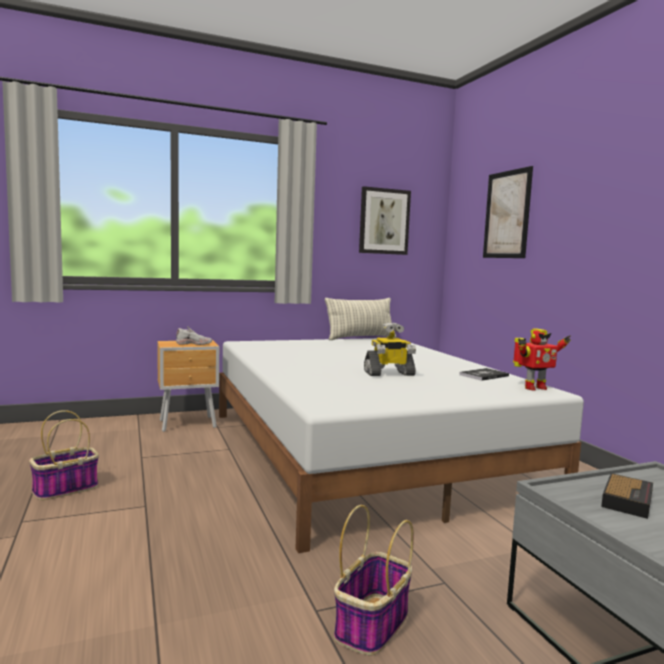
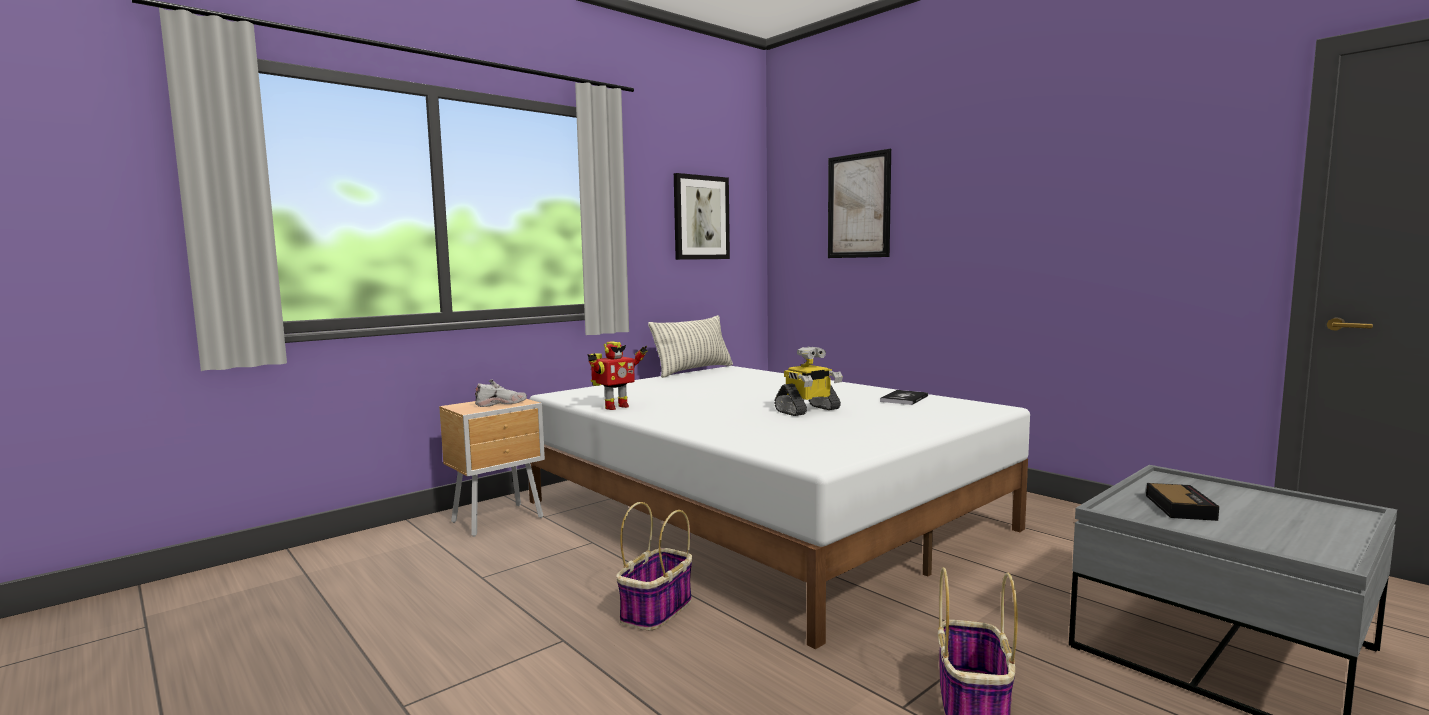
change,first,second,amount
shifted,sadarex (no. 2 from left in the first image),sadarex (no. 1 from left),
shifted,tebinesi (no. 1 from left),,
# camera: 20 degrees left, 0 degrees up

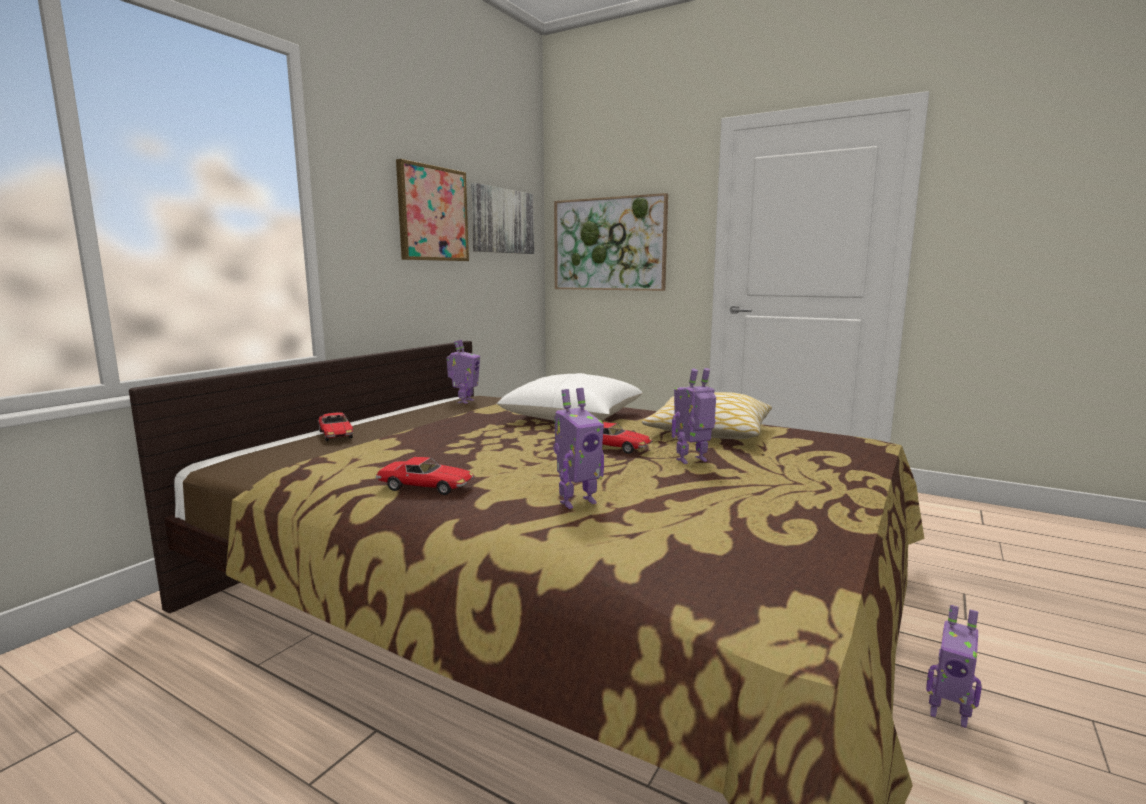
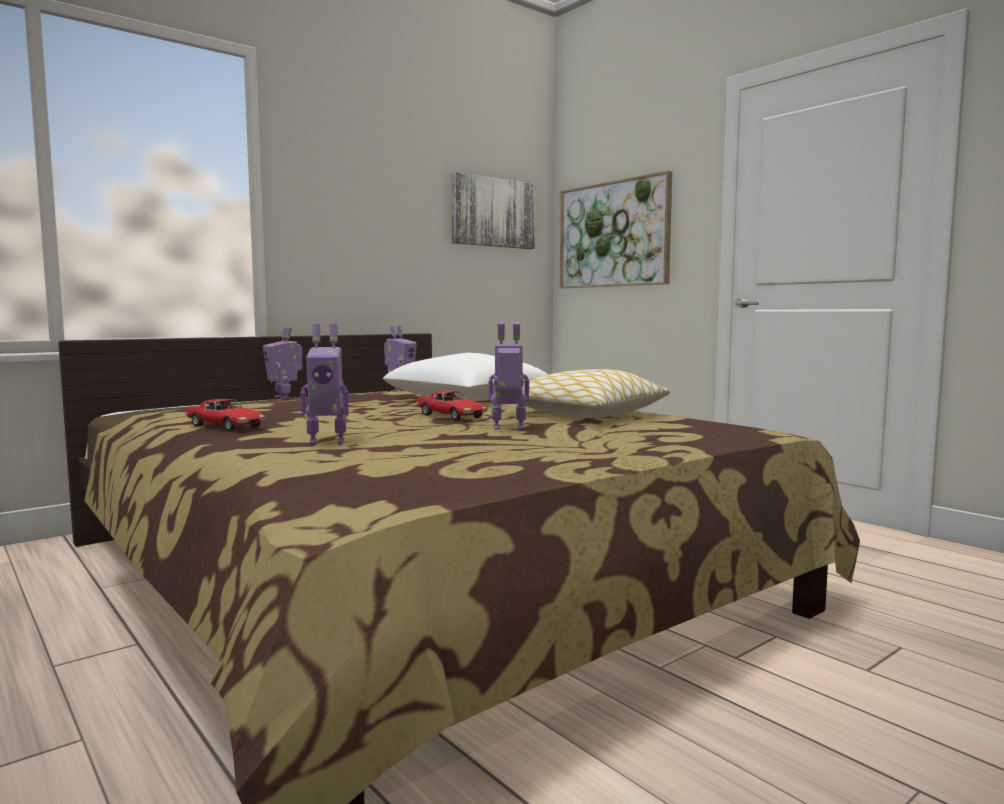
change,first,second,amount
shifted,sadarex (no. 4 from left in the first image),sadarex (no. 1 from left),
gone,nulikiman (no. 1 from left),,
gone,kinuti (no. 1 from left),,
# camera: 20 degrees right, 5 degrees down

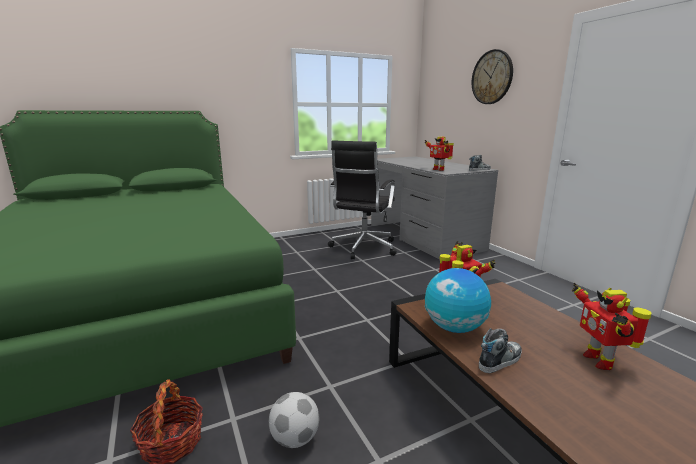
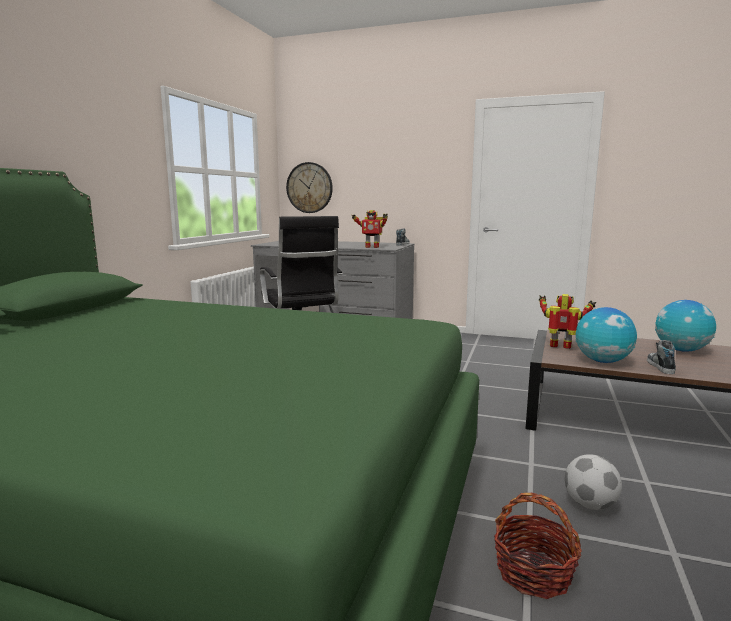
change,first,second,amount
shifted,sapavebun,,
swapped,sadarex (no. 3 from left),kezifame (no. 2 from left),
# camera: 45 degrees left, 5 degrees down

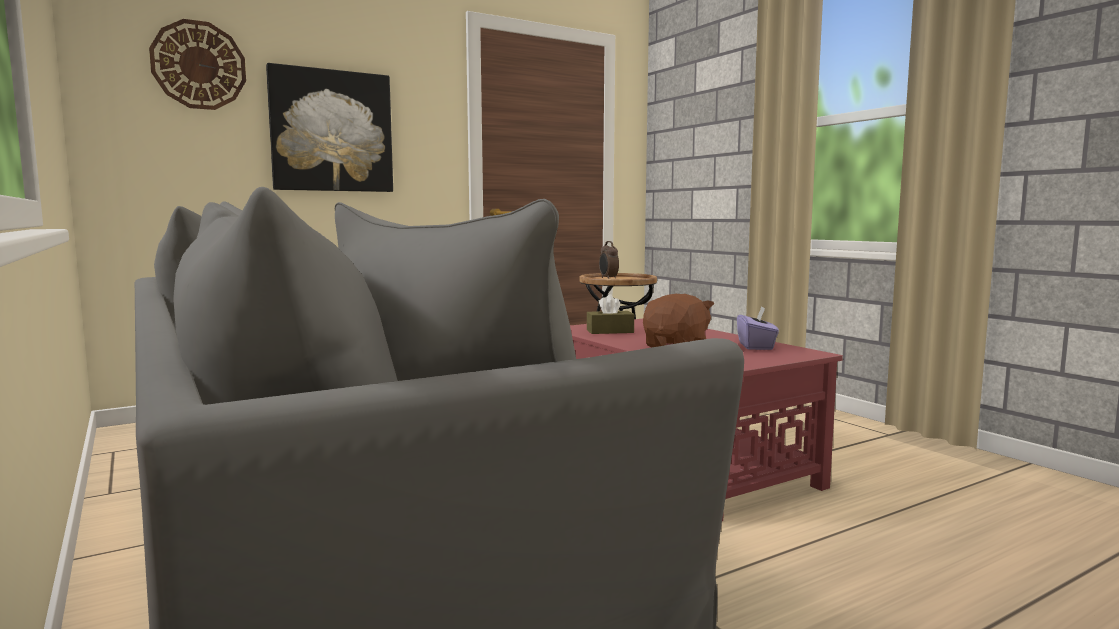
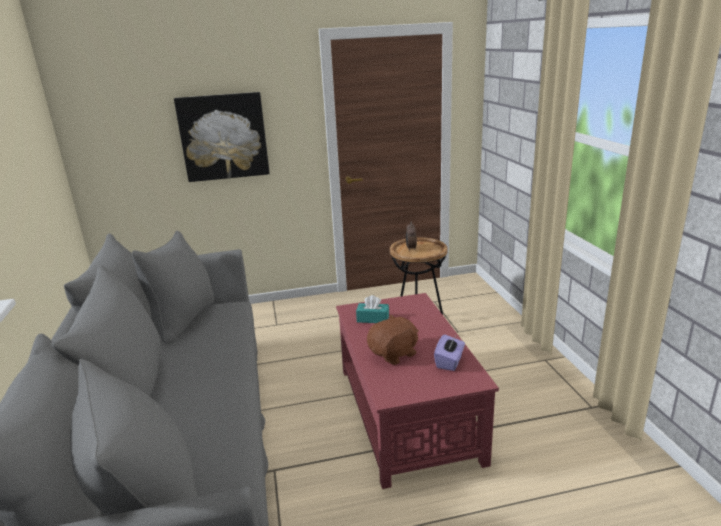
change,first,second,amount
repainted,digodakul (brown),digodakul (turquoise),
gone,sapavebun,,
# camera: 20 degrees right, 15 degrees up

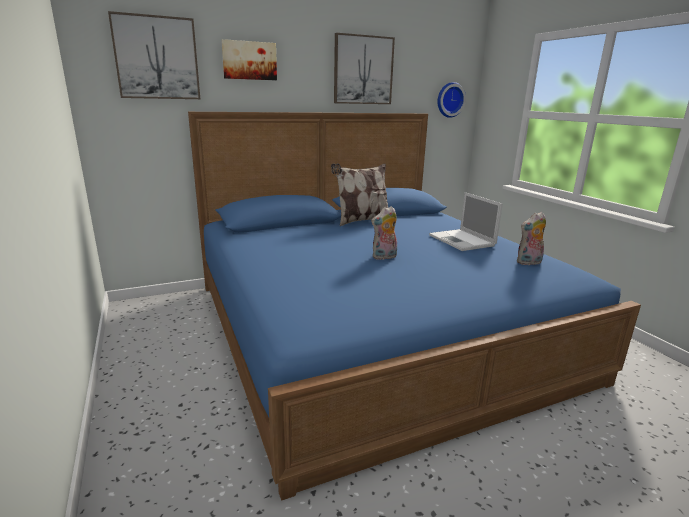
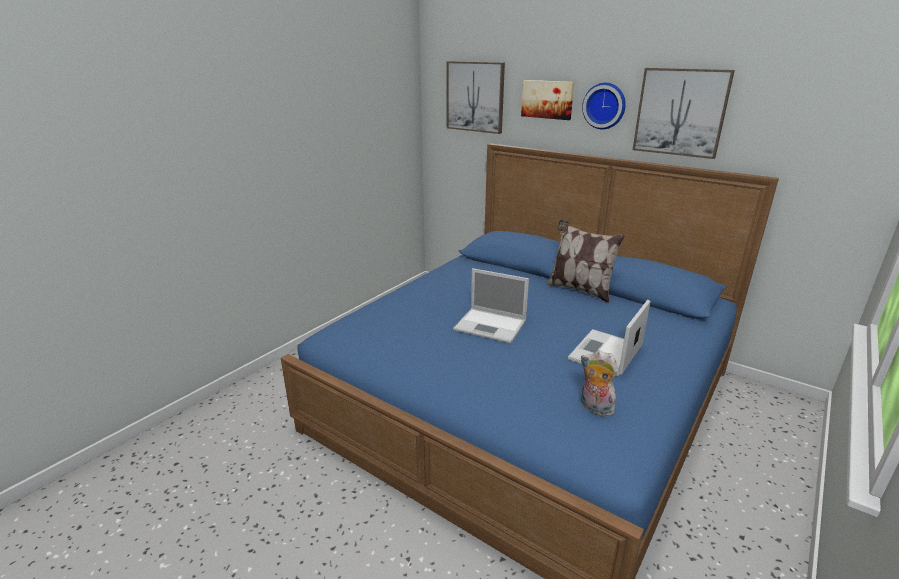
change,first,second,amount
swapped,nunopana (no. 1 from left),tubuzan (no. 1 from left),
shifted,sapavebun,,
# camera: 60 degrees right, 5 degrees up

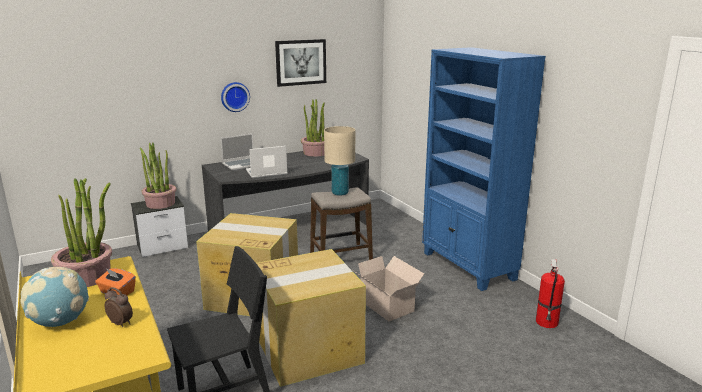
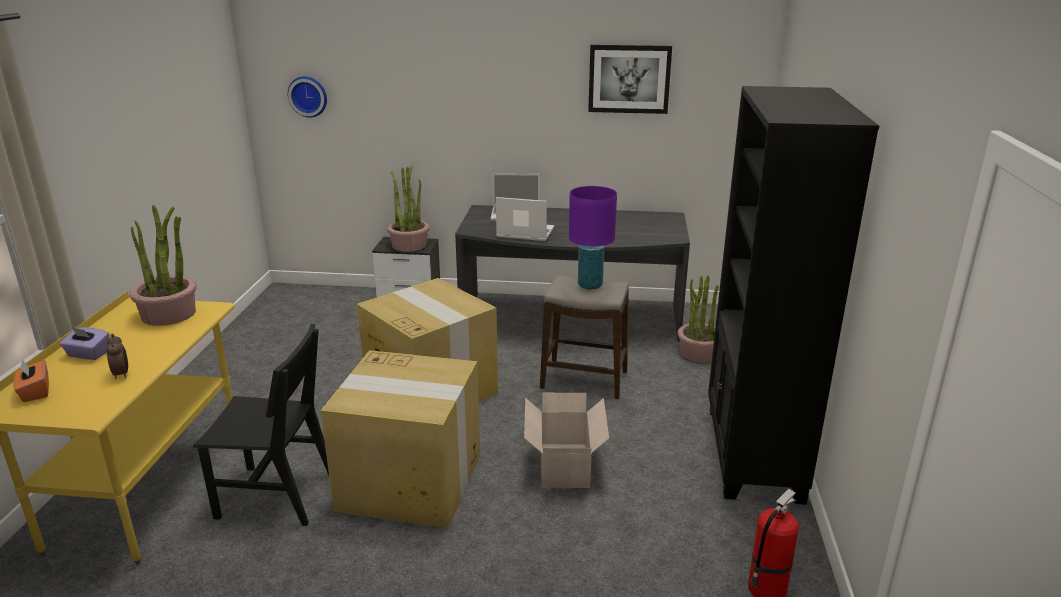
change,first,second,amount
shifted,digodakul (orange),,
swapped,kezifame,digodakul (purple),
shifted,sapavebun,,
repainted,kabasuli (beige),kabasuli (purple),
shifted,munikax (no. 3 from left),,
repainted,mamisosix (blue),mamisosix (black),
# camera: 35 degrees right, 5 degrees up

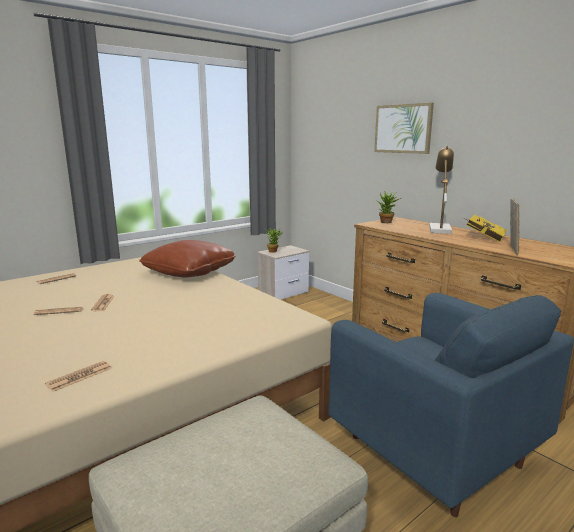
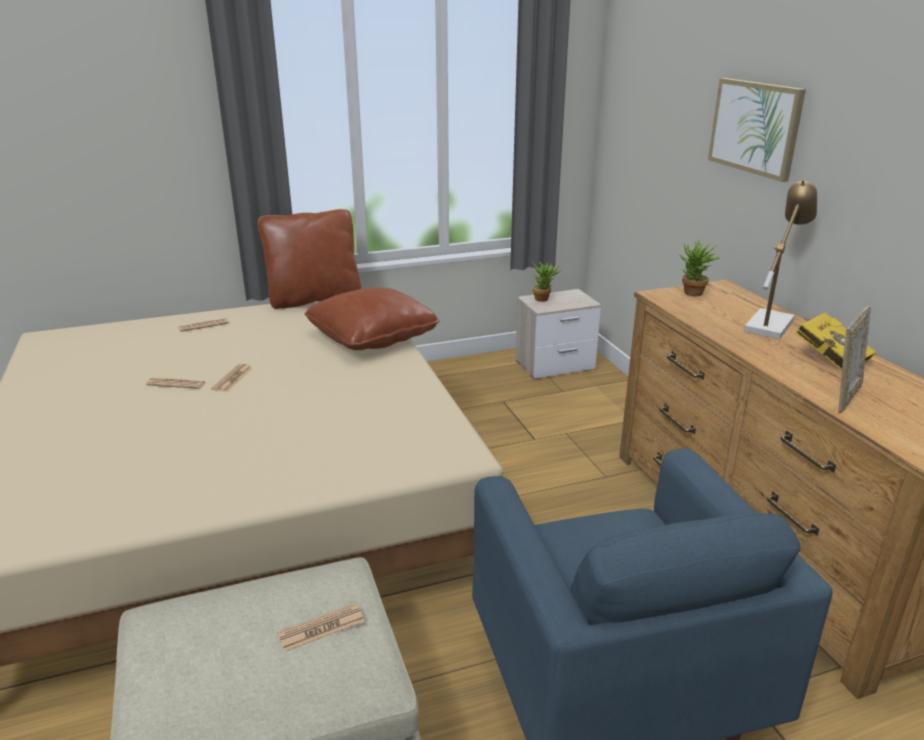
change,first,second,amount
new,,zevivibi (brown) (no. 1 from left),
shifted,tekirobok (no. 3 from left in the first image),tekirobok (no. 4 from left),
# camera: 20 degrees right, 10 degrees up

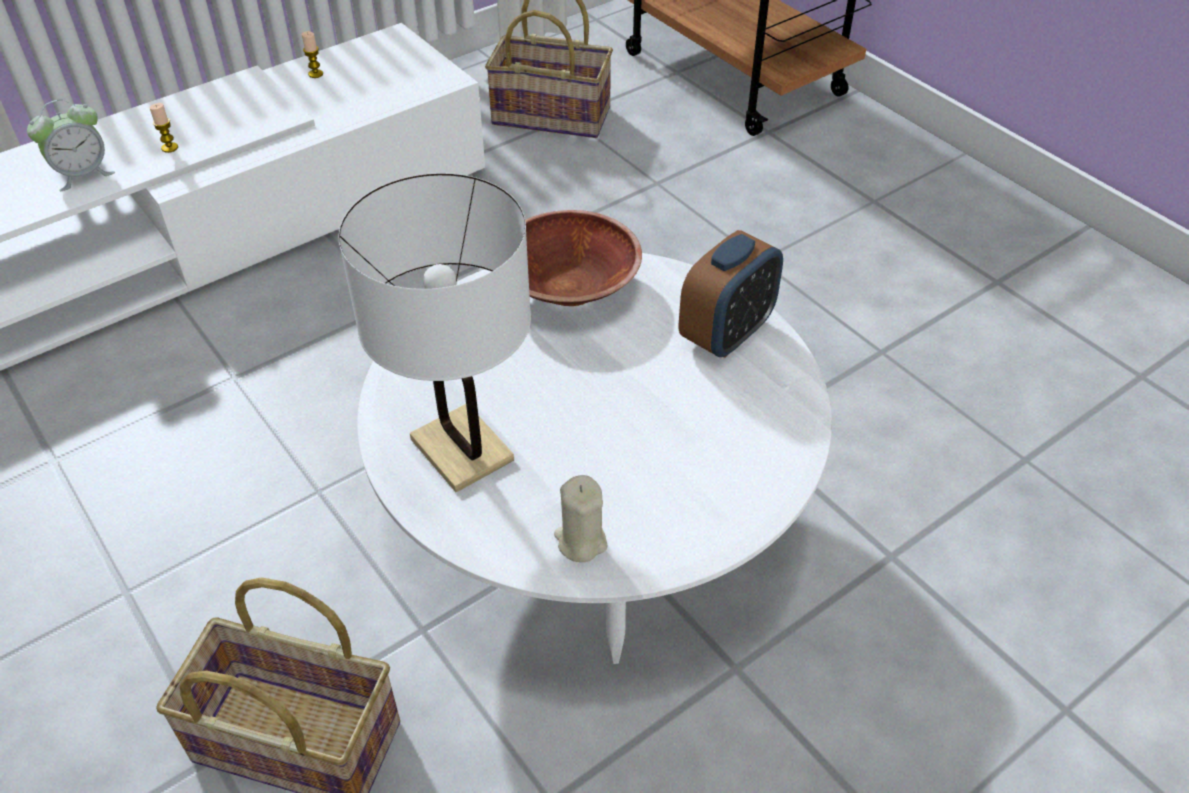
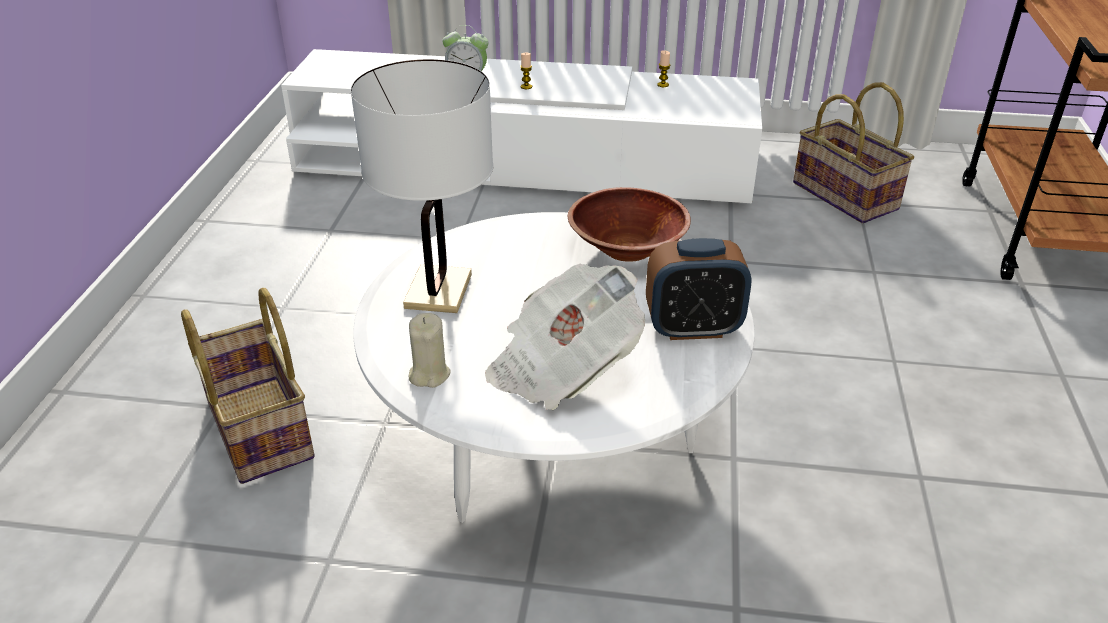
change,first,second,amount
new,,tekirobok,
# camera: 45 degrees right, 10 degrees down

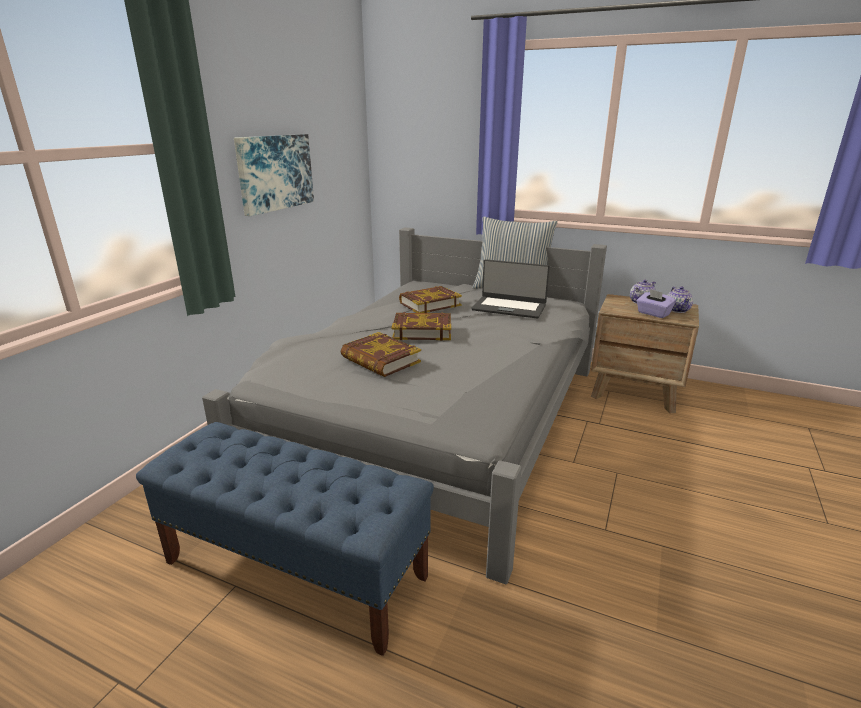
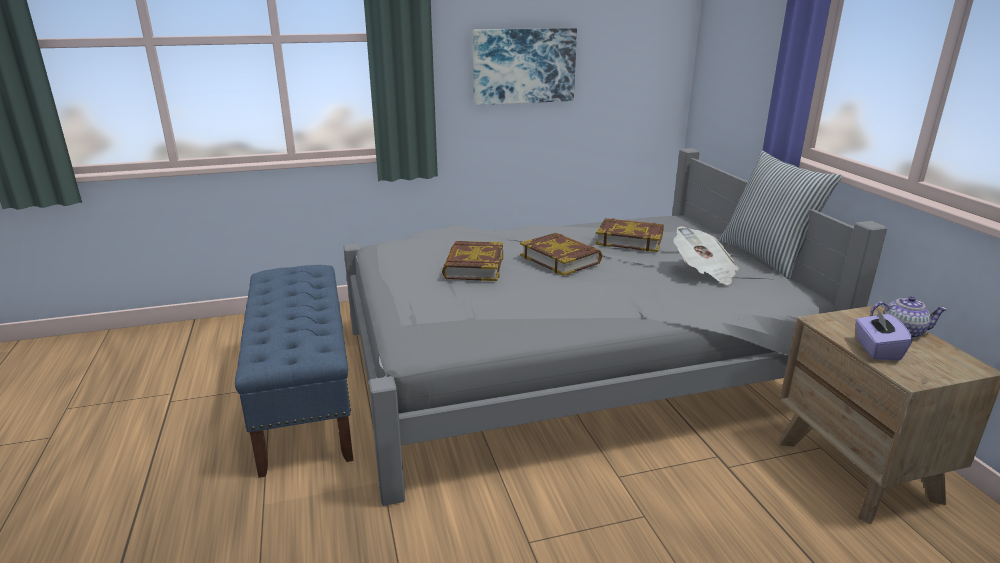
change,first,second,amount
swapped,tubuzan,tekirobok,
gone,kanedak (no. 2 from left),,
# camera: 50 degrees right, 0 degrees up

